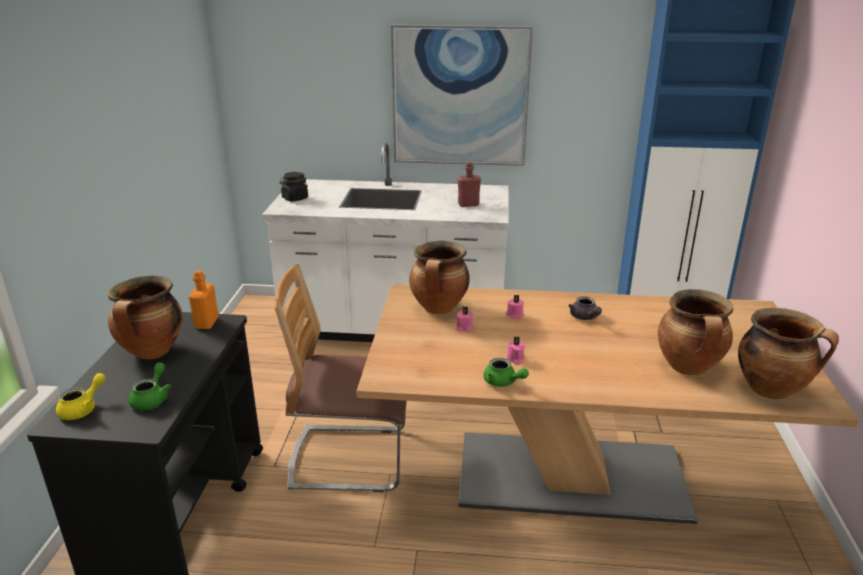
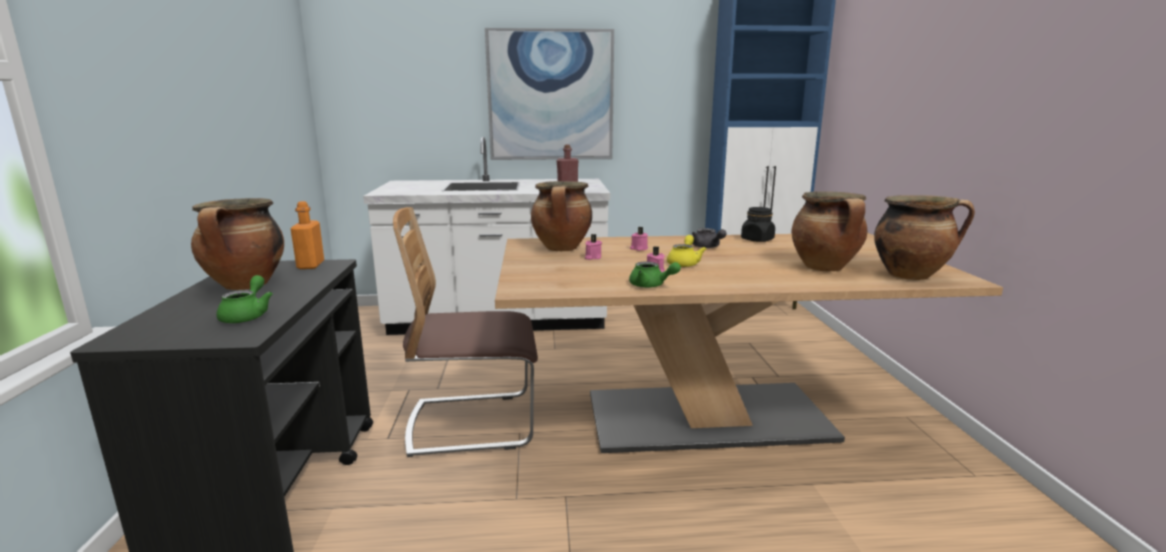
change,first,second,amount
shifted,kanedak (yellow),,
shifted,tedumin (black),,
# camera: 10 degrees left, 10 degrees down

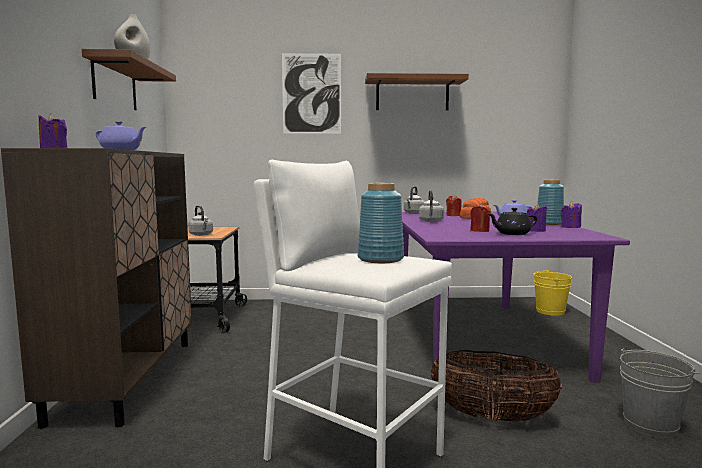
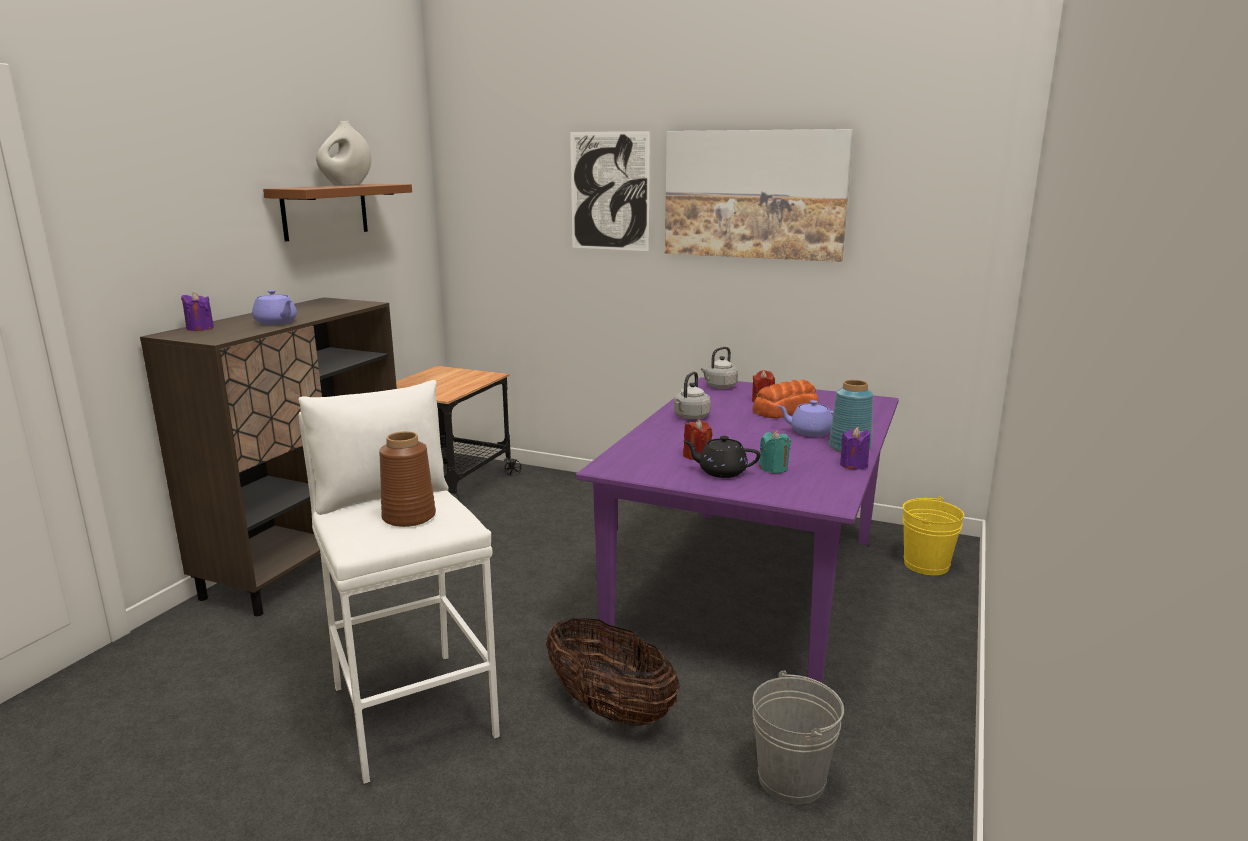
change,first,second,amount
repainted,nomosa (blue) (no. 1 from left),nomosa (brown),
swapped,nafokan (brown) (no. 2 from left),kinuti (no. 2 from left),
repainted,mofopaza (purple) (no. 2 from left),mofopaza (turquoise),
gone,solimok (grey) (no. 1 from left),,
# camera: 25 degrees right, 10 degrees up

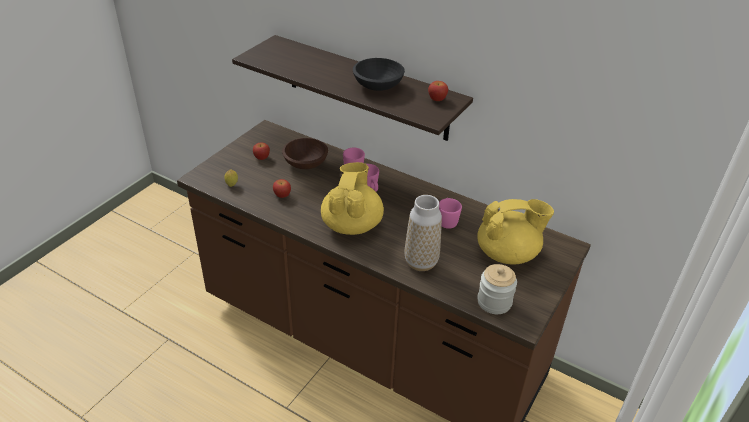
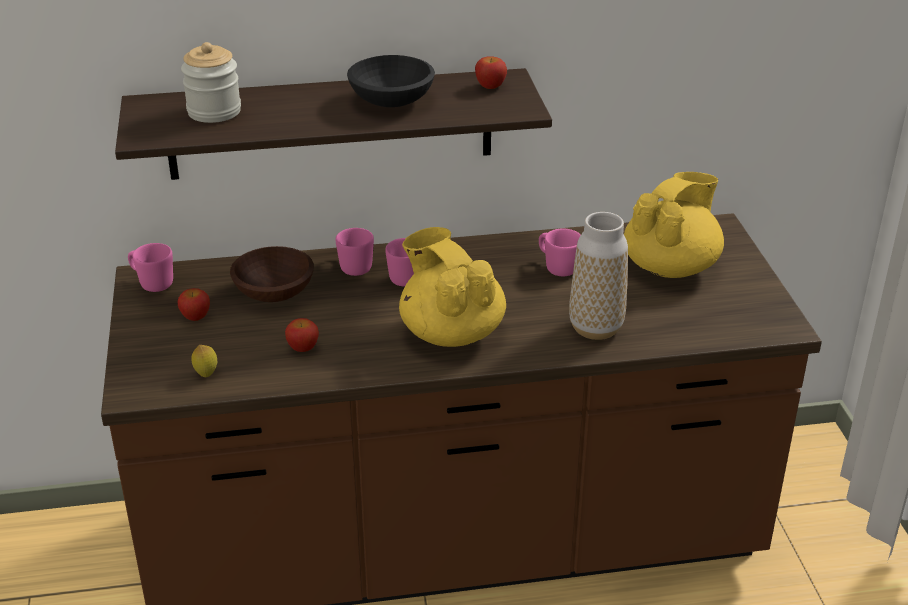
change,first,second,amount
new,,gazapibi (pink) (no. 1 from left),
shifted,tedumin,,
# camera: 40 degrees left, 5 degrees down

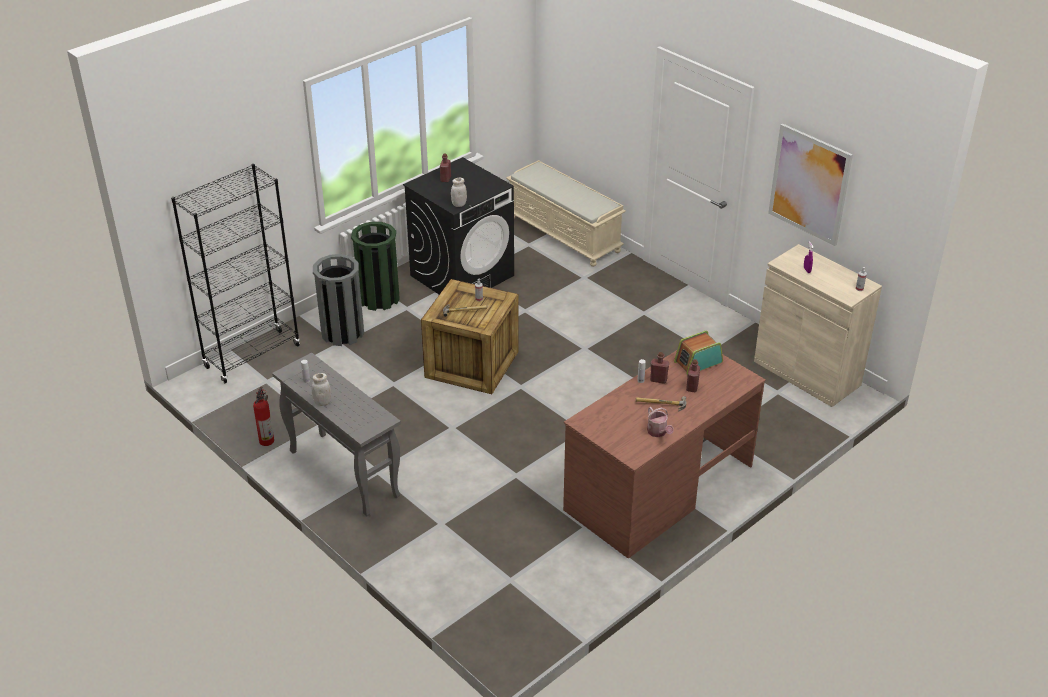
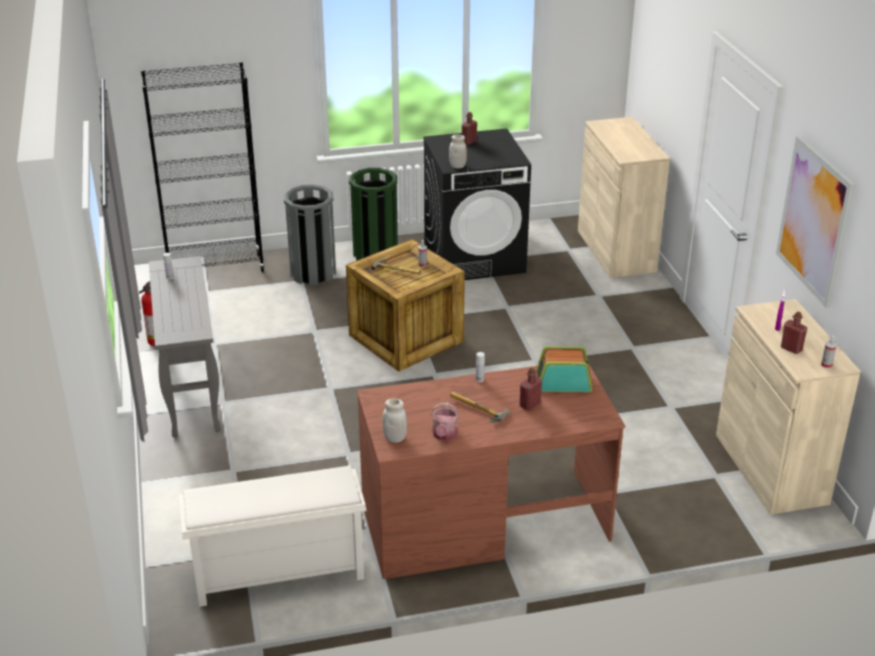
change,first,second,amount
new,,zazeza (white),
shifted,tedumin (white) (no. 1 from left),,
swapped,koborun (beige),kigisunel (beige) (no. 1 from left),
shifted,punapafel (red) (no. 2 from left in the first image),punapafel (red) (no. 3 from left),
# camera: 30 degrees right, 5 degrees down

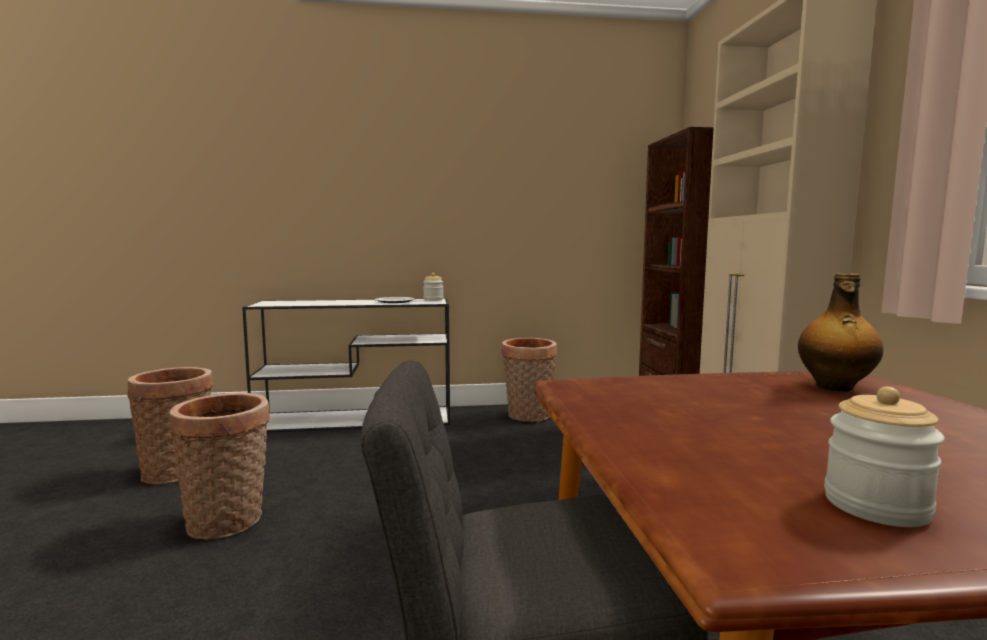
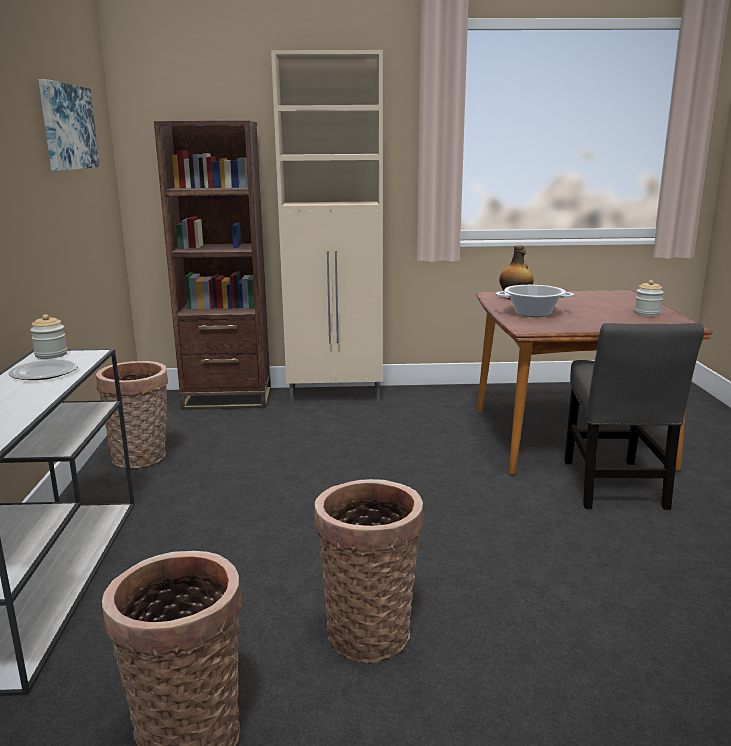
change,first,second,amount
new,,kinuti,
new,,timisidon,
# camera: 85 degrees left, 10 degrees up

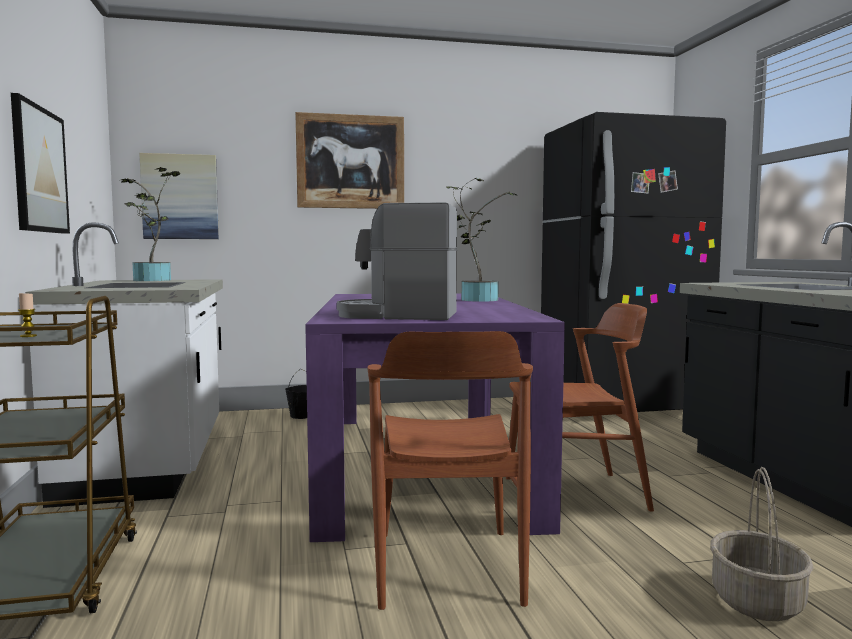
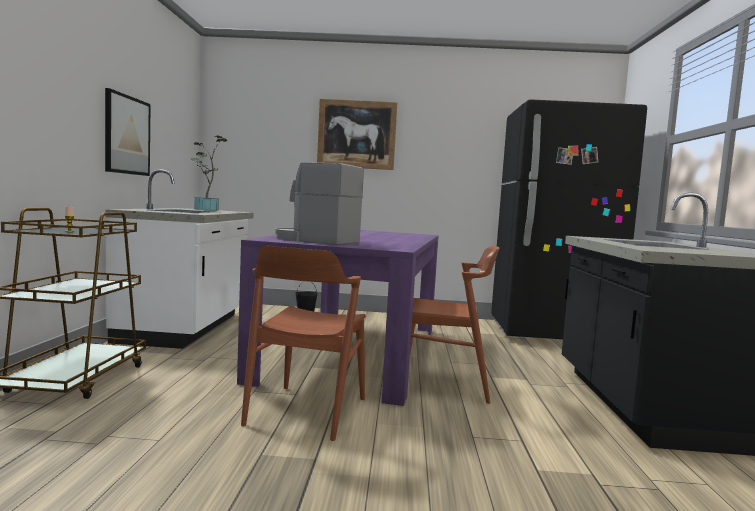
change,first,second,amount
gone,kinuti (no. 2 from left),,
gone,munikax (no. 2 from left),,
gone,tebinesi,,
# camera: 15 degrees right, 0 degrees up

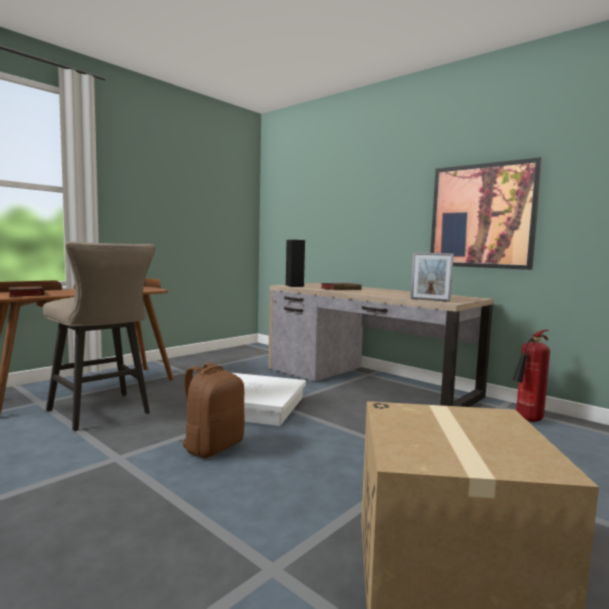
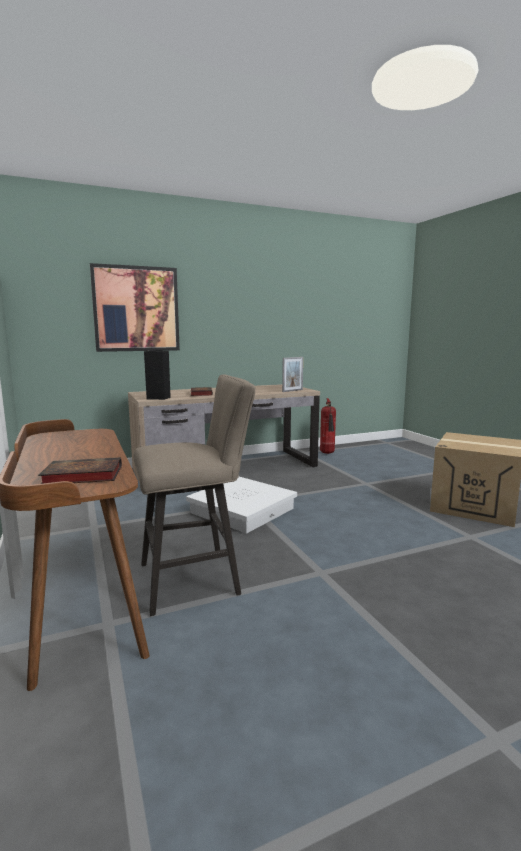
change,first,second,amount
shifted,kinuti,,
gone,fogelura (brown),,
# camera: 65 degrees left, 5 degrees up

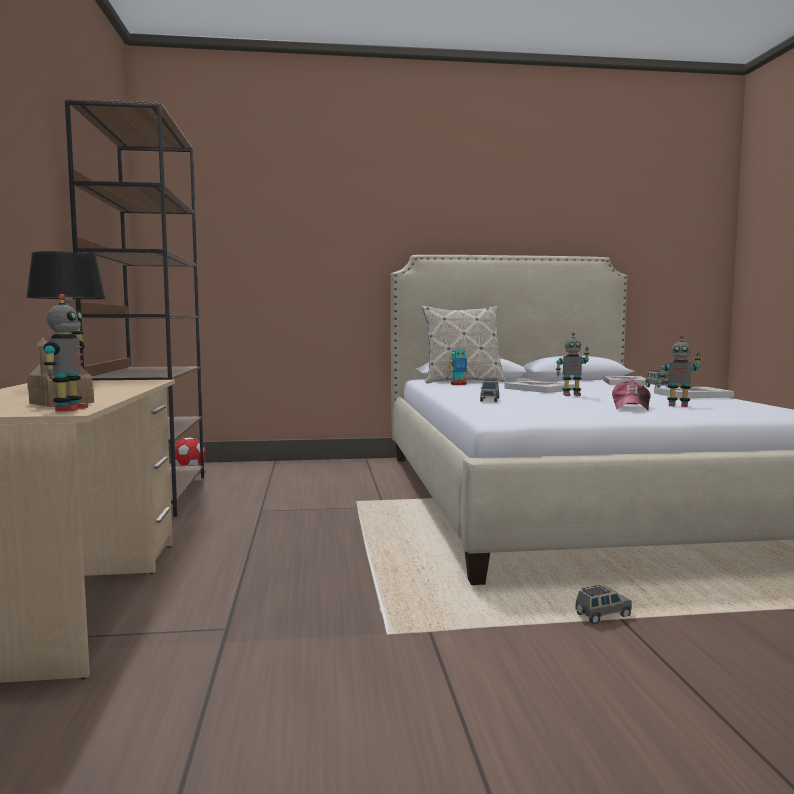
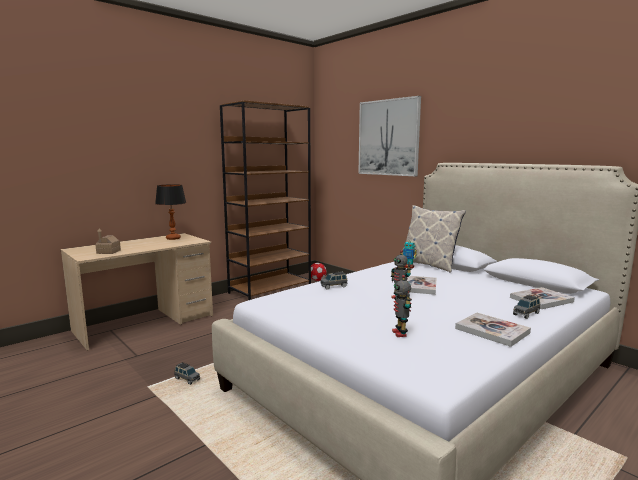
change,first,second,amount
shifted,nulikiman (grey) (no. 2 from left in the first image),nulikiman (grey) (no. 1 from left),
new,,kinuti,
gone,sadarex (no. 1 from left),,
gone,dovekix,,
# camera: 55 degrees right, 5 degrees up

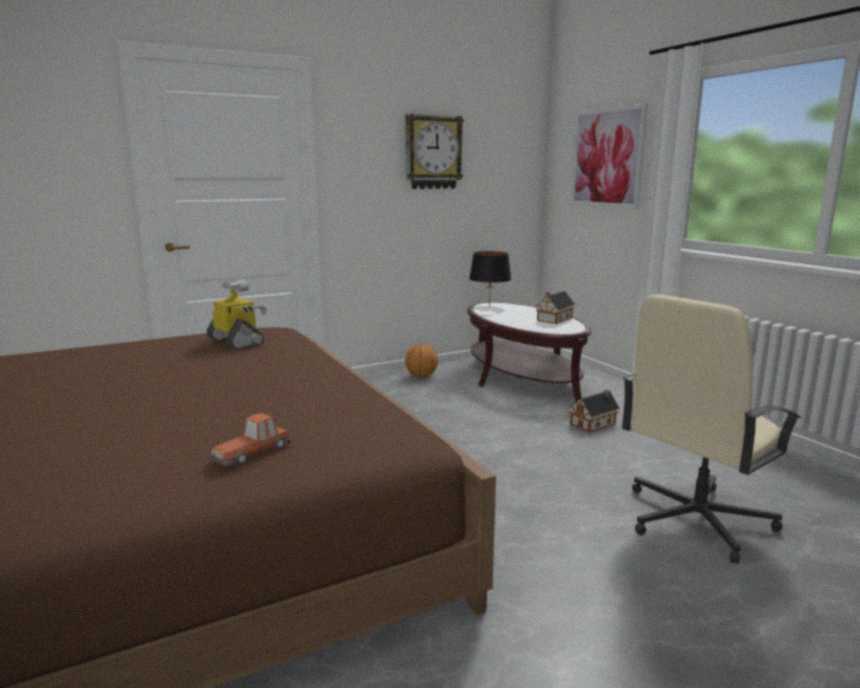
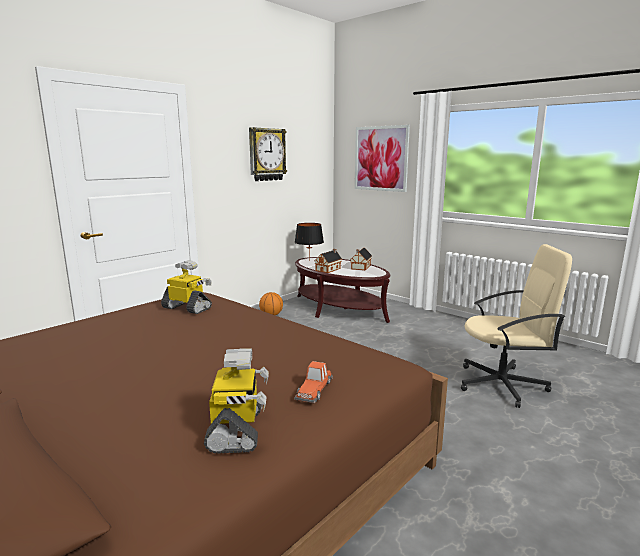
change,first,second,amount
new,,sadarex (no. 2 from left),
shifted,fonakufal (no. 2 from left in the first image),fonakufal (no. 1 from left),
rotated,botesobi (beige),,120 degrees counterclockwise
# camera: 20 degrees left, 0 degrees up

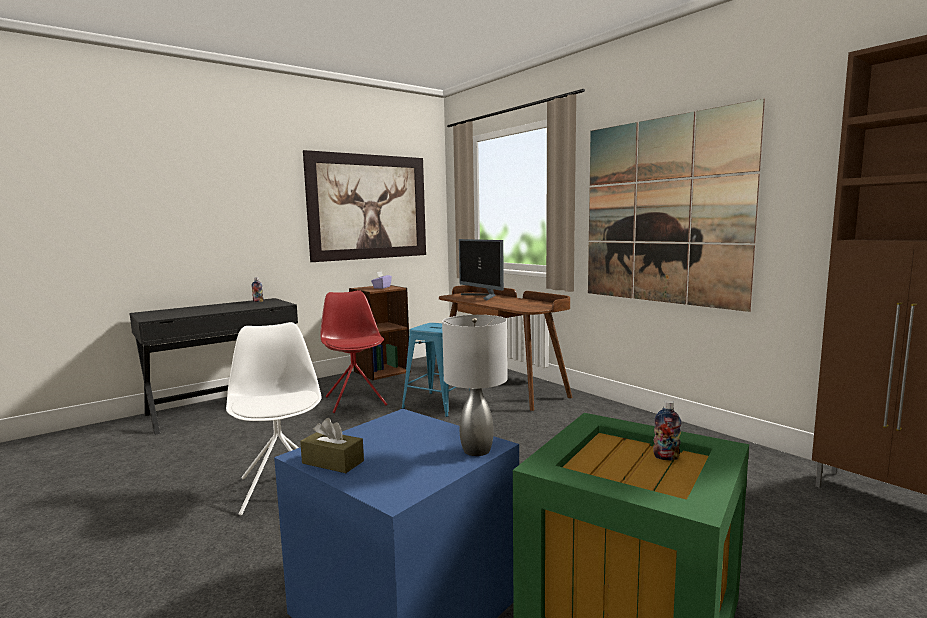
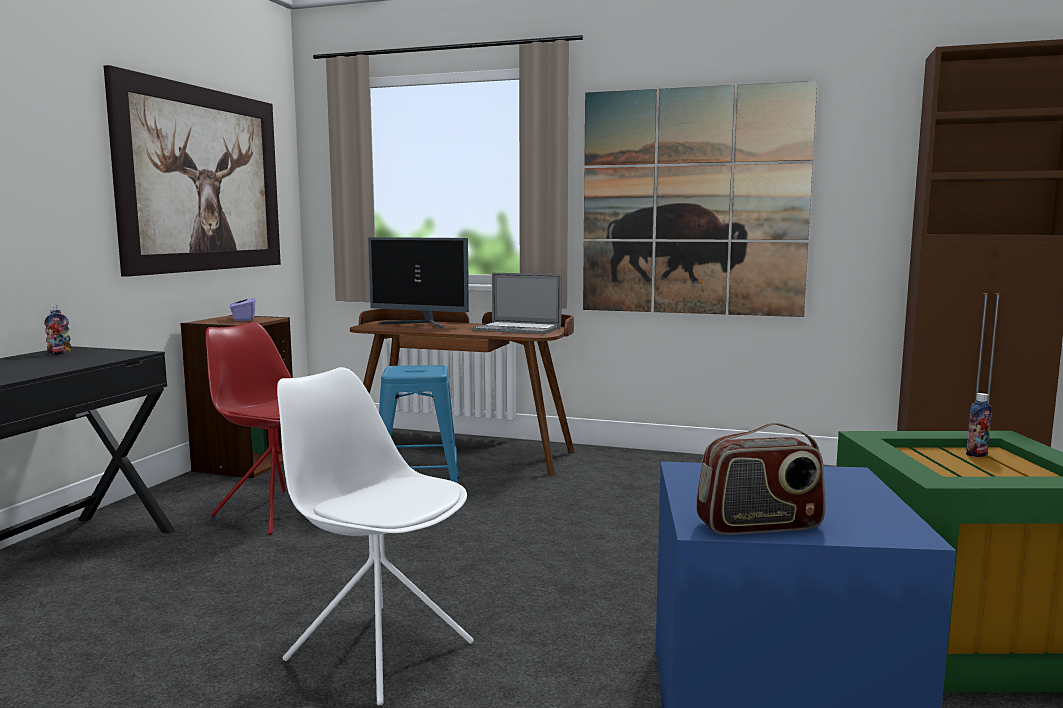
change,first,second,amount
new,,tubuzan,
swapped,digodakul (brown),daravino,
gone,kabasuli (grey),,
# camera: 35 degrees left, 0 degrees up

